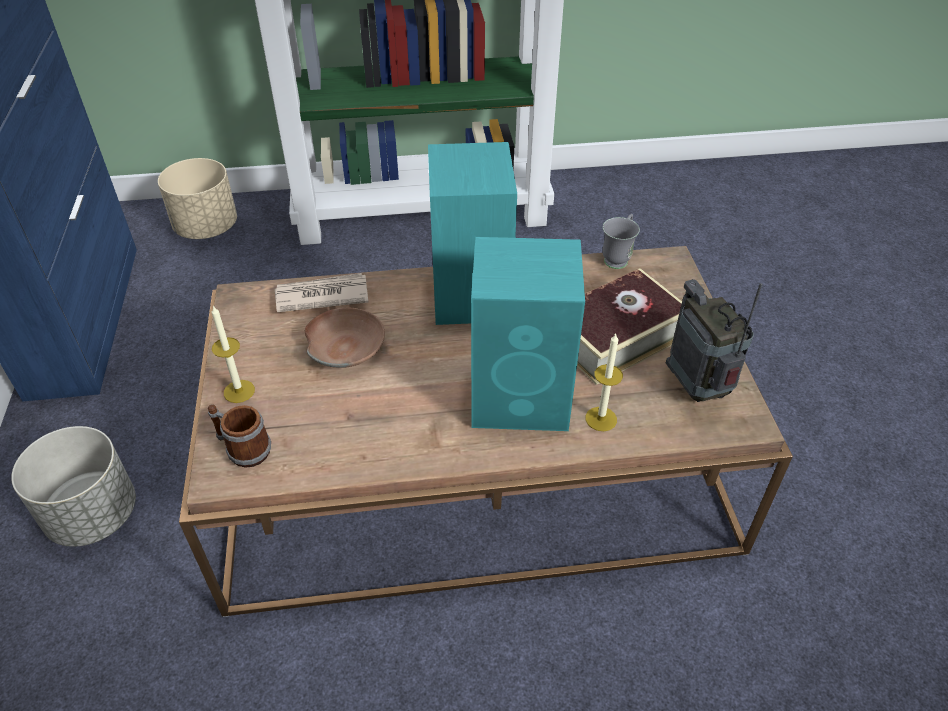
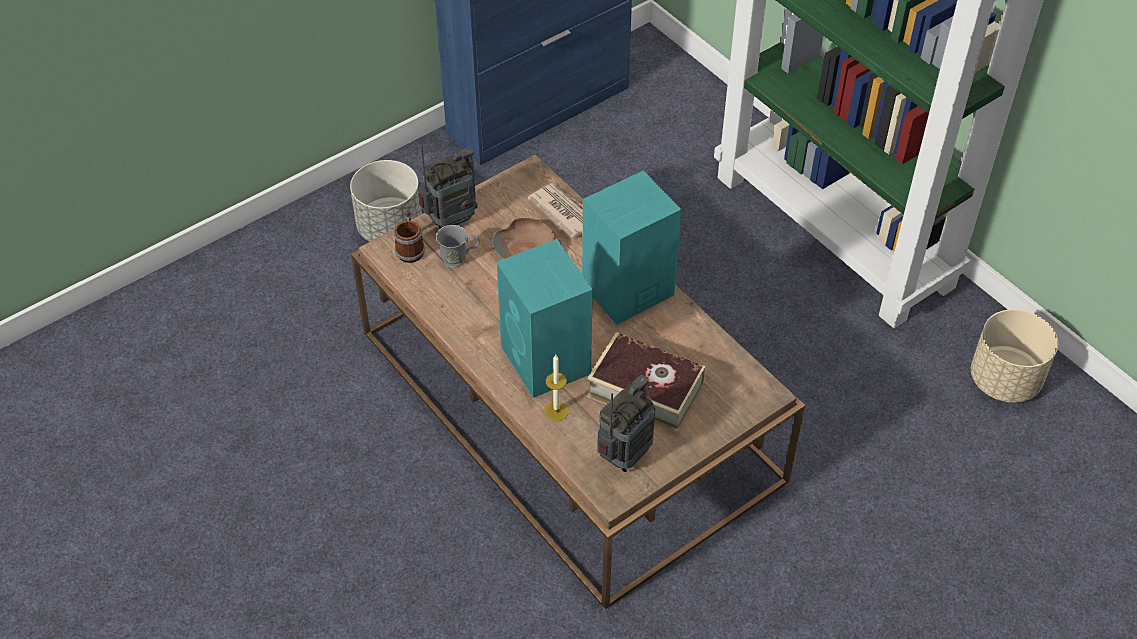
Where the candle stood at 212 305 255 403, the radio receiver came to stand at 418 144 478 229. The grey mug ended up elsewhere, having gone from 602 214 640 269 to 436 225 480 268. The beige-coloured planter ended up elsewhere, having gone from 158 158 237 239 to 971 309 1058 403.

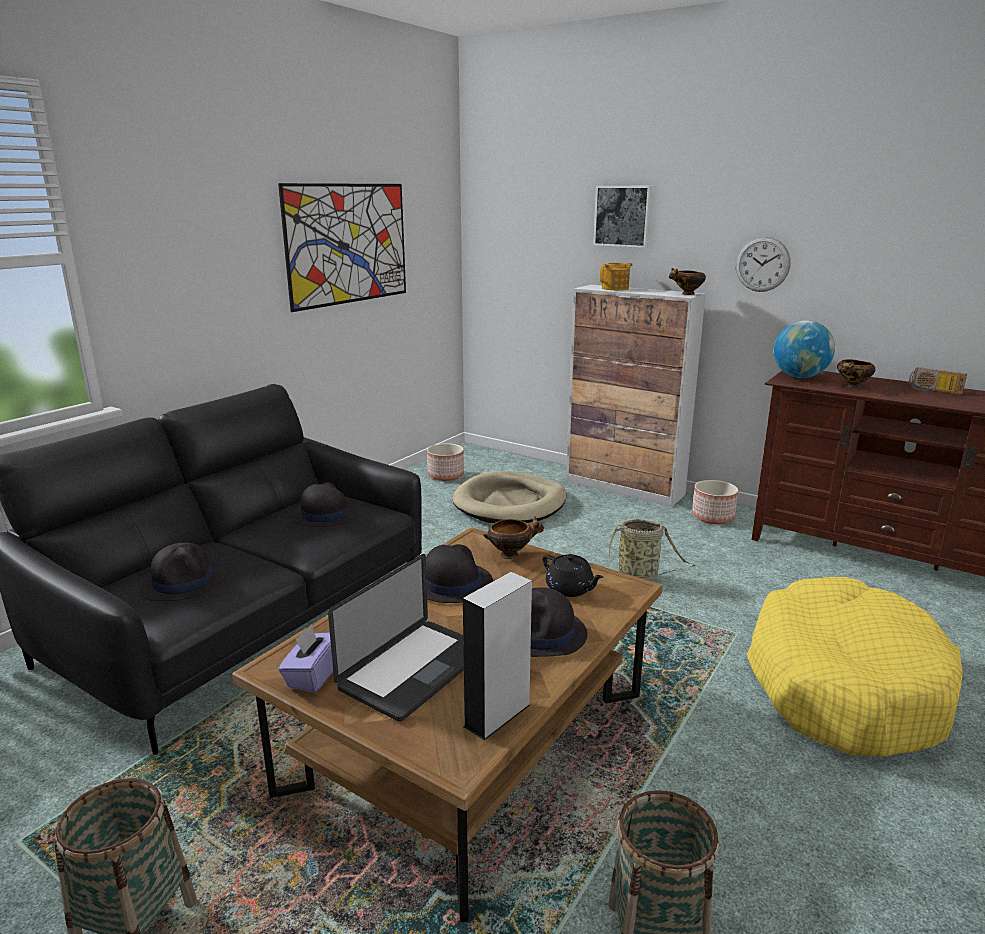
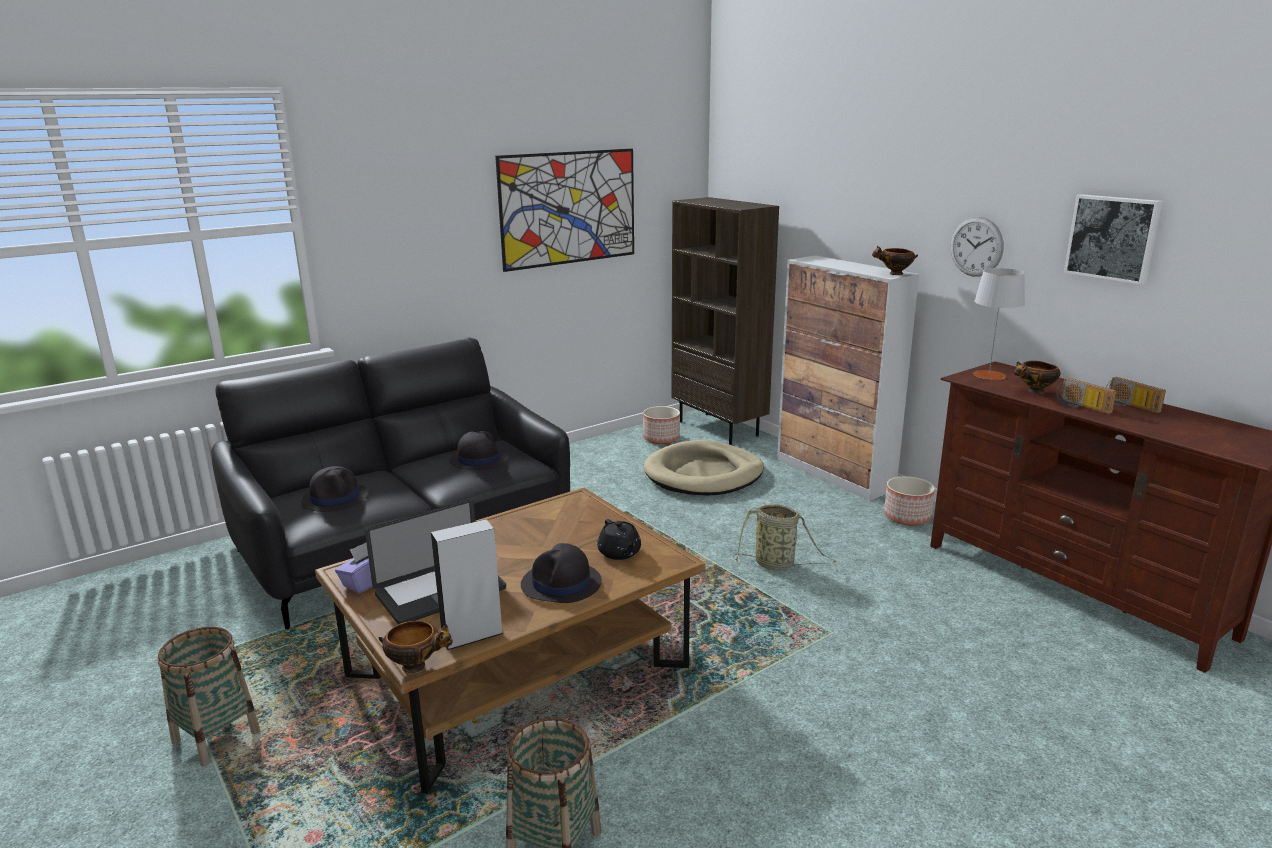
The deep dish ended up elsewhere, having gone from 484 516 544 559 to 378 621 453 673. The second view gained the brown shelving unit at 672 197 779 445. Where the desk globe stood at 774 320 835 378, the grey table lamp came to stand at 973 268 1025 380. The second view gained the radio receiver at 1056 378 1117 414. The wall picture ended up elsewhere, having gone from 593 186 652 248 to 1064 194 1163 285. The second view lost the black-coloured hat at 426 544 493 603. The second view lost the tea pot at 600 263 633 290. The second view lost the yellow-coloured dog bed at 747 577 963 758.

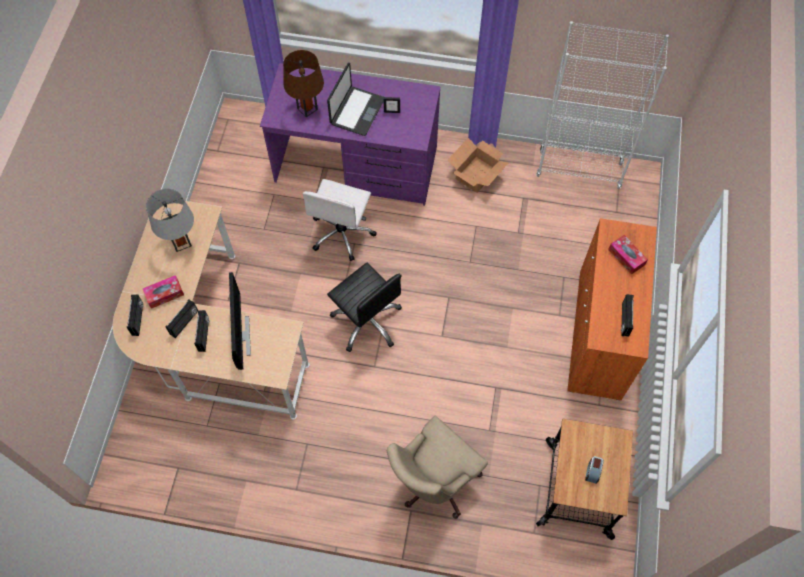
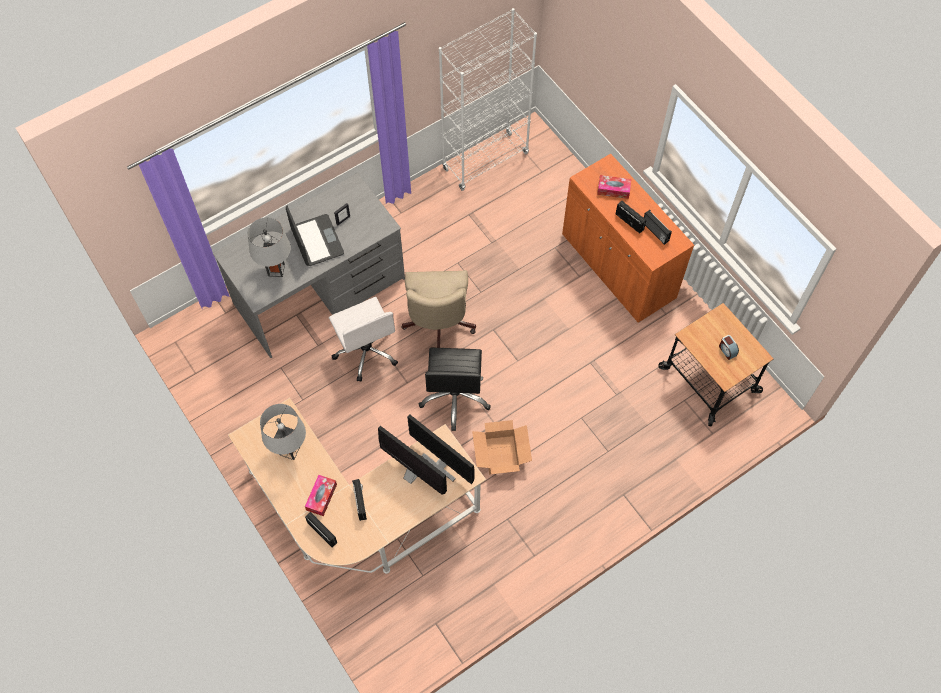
What was the purple desk at 260 63 441 206 turned into the grey desk at 213 173 405 358. What was the brown table lamp at 283 50 324 117 turned into the grey table lamp at 248 217 291 277. The beige-coloured computer chair ended up elsewhere, having gone from 386 416 488 519 to 401 270 476 348. The second view gained the computer screen at 407 414 475 484. The black-coloured computer chair at 327 263 402 352 ended up facing another way, 90 degrees clockwise from before. The carton ended up elsewhere, having gone from 448 138 508 193 to 472 420 532 474. The radio receiver ended up elsewhere, having gone from 194 310 209 352 to 616 201 646 234.

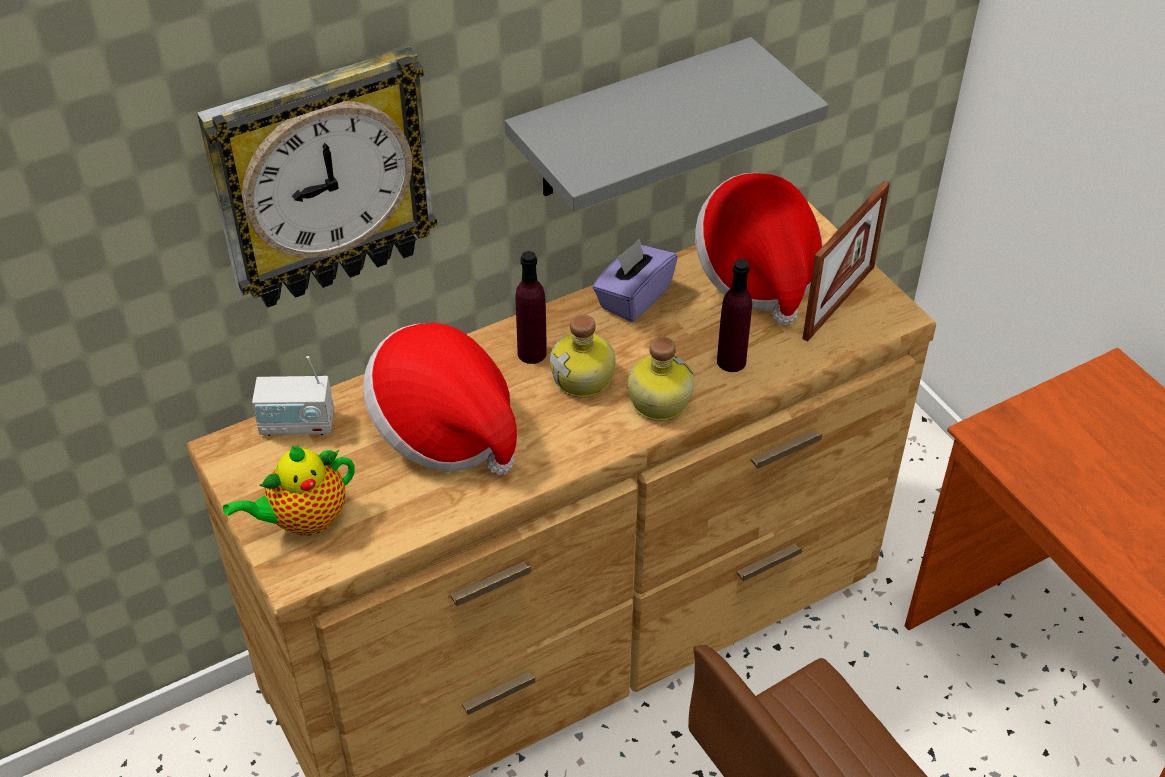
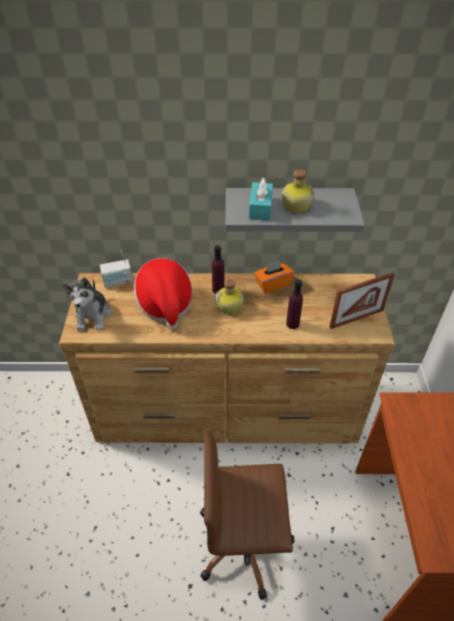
Where the tea pot stood at 223 446 355 536, the soft toy came to stand at 62 277 111 331. The radio receiver at 252 356 334 436 ended up facing another way, 45 degrees counterclockwise from before. The second view gained the blue-green tissue holder at 249 177 273 220. What was the purple tissue holder at 592 239 677 322 turned into the orange tissue holder at 254 260 295 293. The beverage bottle ended up elsewhere, having gone from 627 337 694 421 to 282 169 314 213. The second view lost the hanging clock at 197 46 437 307. The second view lost the hat at 695 173 823 325.

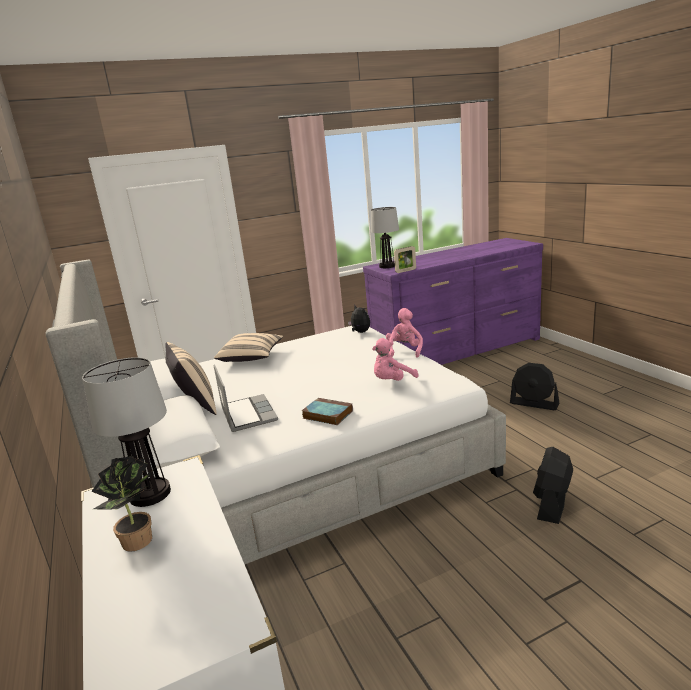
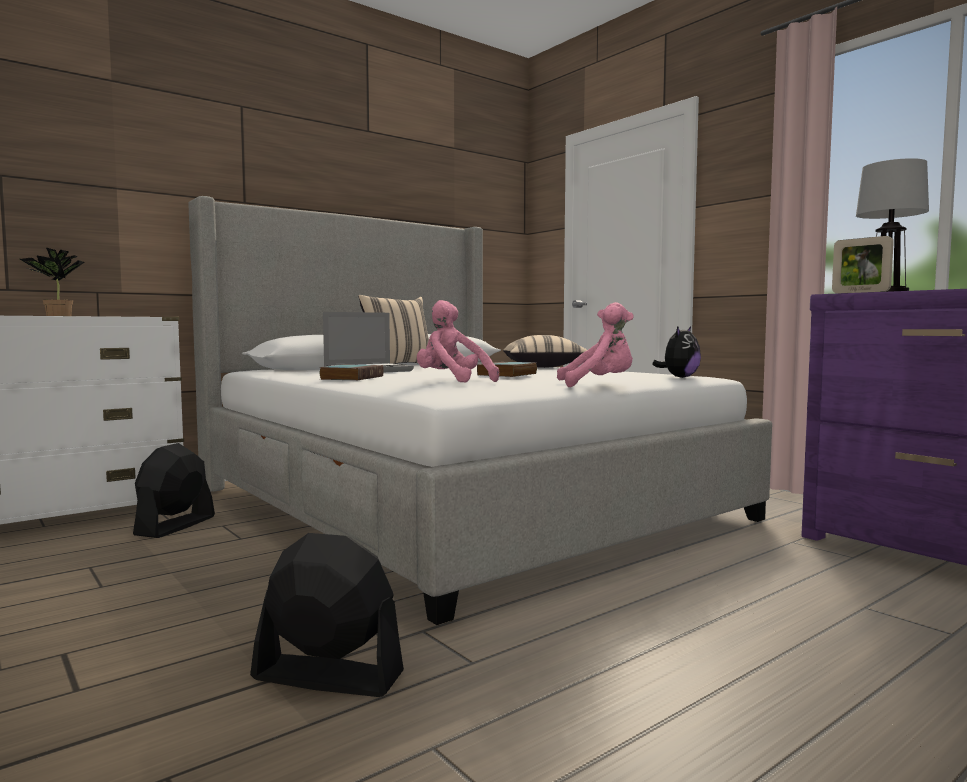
The black-coloured fan ended up elsewhere, having gone from 510 363 559 410 to 133 443 215 538. The second view gained the bound book at 477 362 537 377. The second view lost the table lamp at 82 357 171 507.

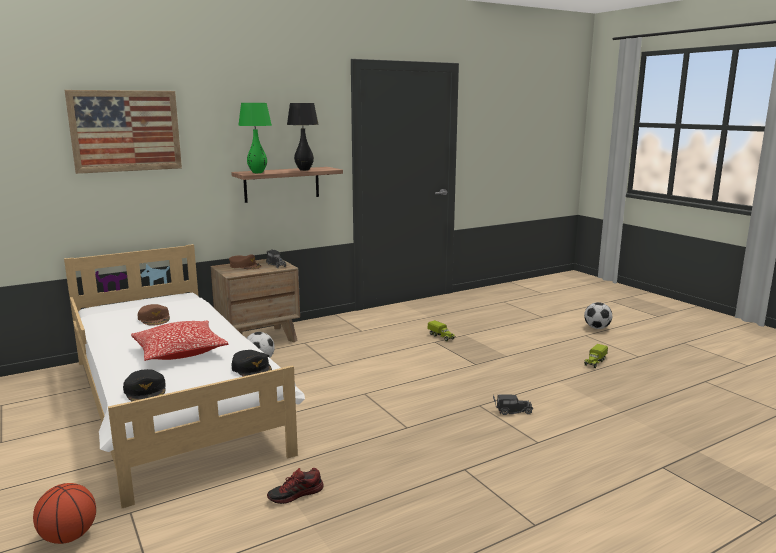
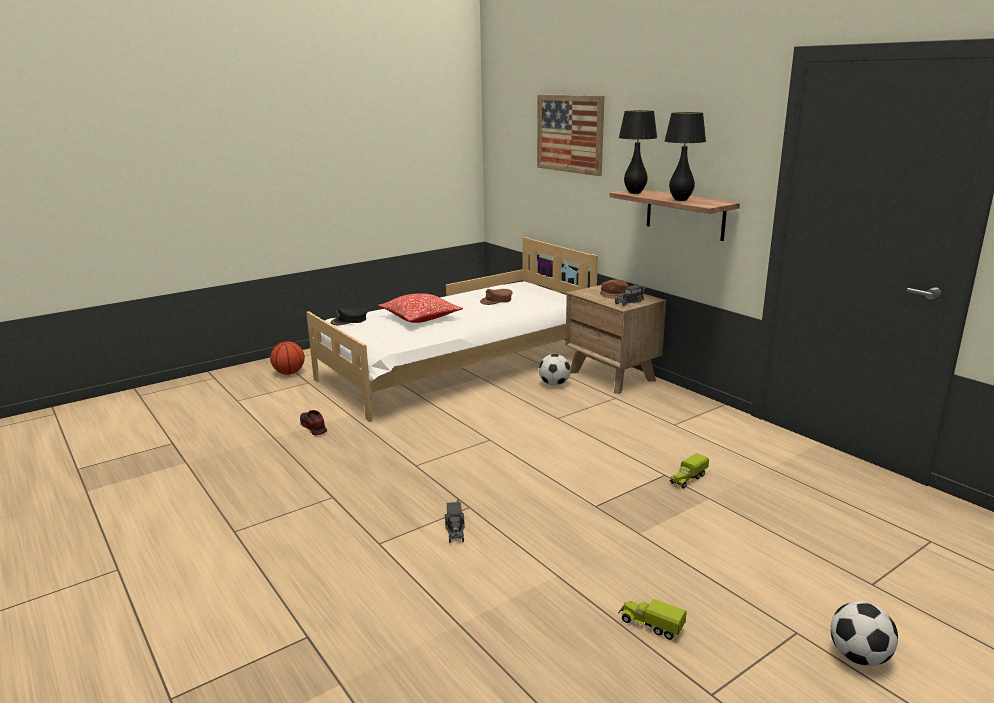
What was the greenish table lamp at 238 103 272 173 turned into the black-coloured table lamp at 619 111 657 194. The second view lost the black-coloured cap at 232 350 272 376.

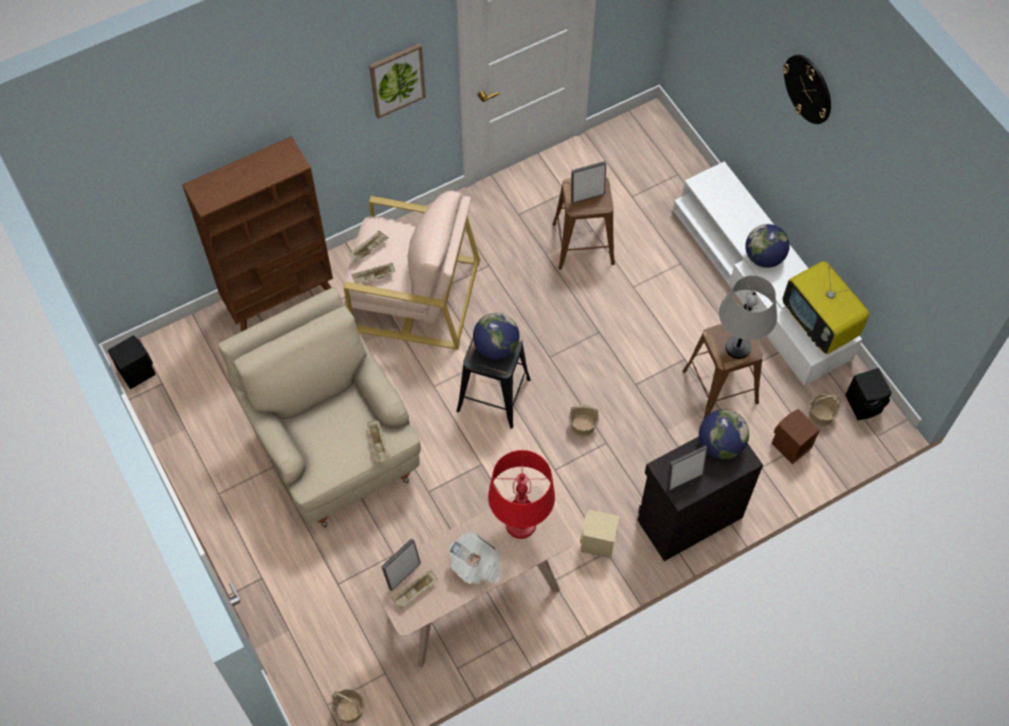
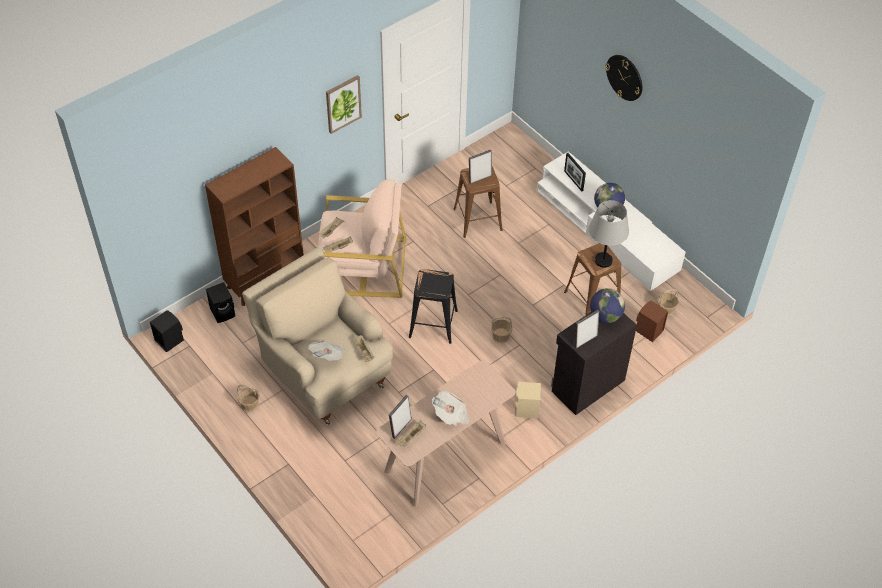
The black-coloured speaker ended up elsewhere, having gone from 845 368 892 420 to 206 282 235 323. The basket ended up elsewhere, having gone from 331 688 364 723 to 237 385 260 412. The second view gained the daily paper at 308 340 345 361. The second view gained the photo frame at 564 153 586 192. The second view lost the desk globe at 473 313 520 359. The second view lost the reddish table lamp at 488 450 555 539. The second view lost the TV at 782 261 869 354.

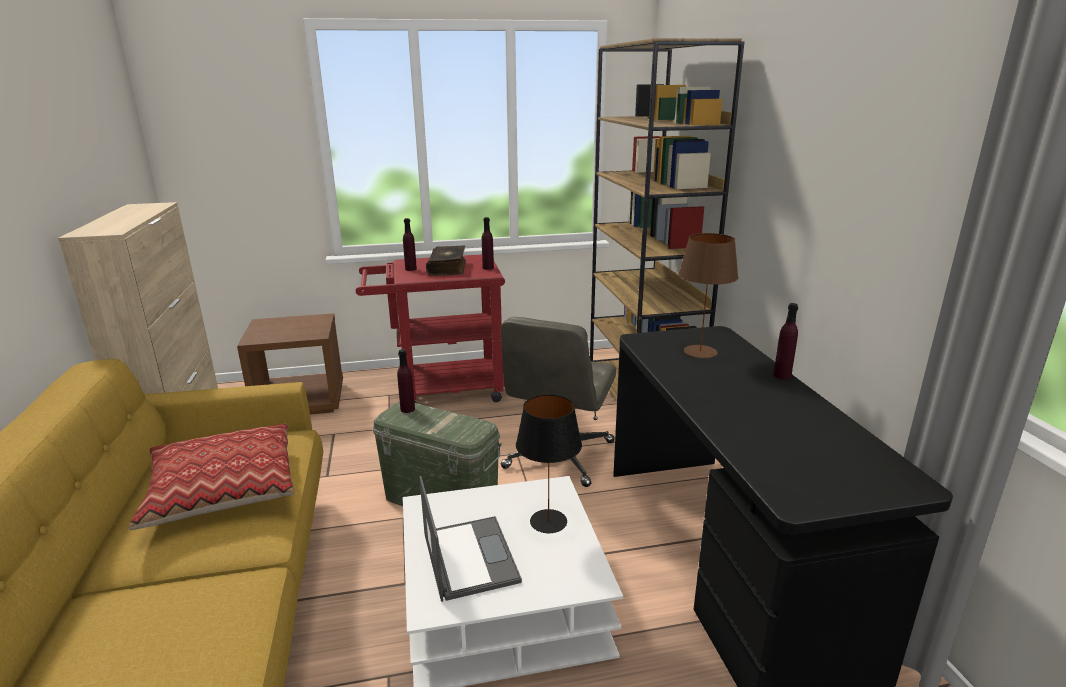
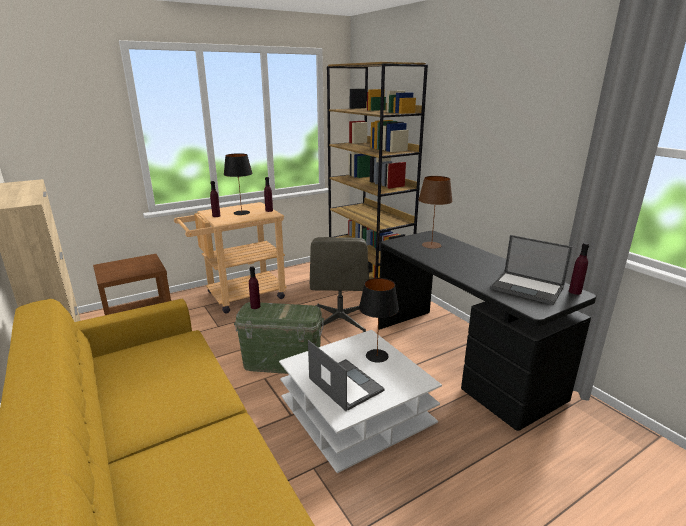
What was the reddish cart at 356 255 505 403 turned into the beige-coloured cart at 174 202 287 314. Where the bound book stood at 426 245 466 276, the black-coloured table lamp came to stand at 224 153 253 215. The second view gained the portable computer at 490 235 573 305. The purple beverage bottle ended up elsewhere, having gone from 773 303 798 379 to 569 243 589 295. The second view lost the pillow at 128 424 295 530.

